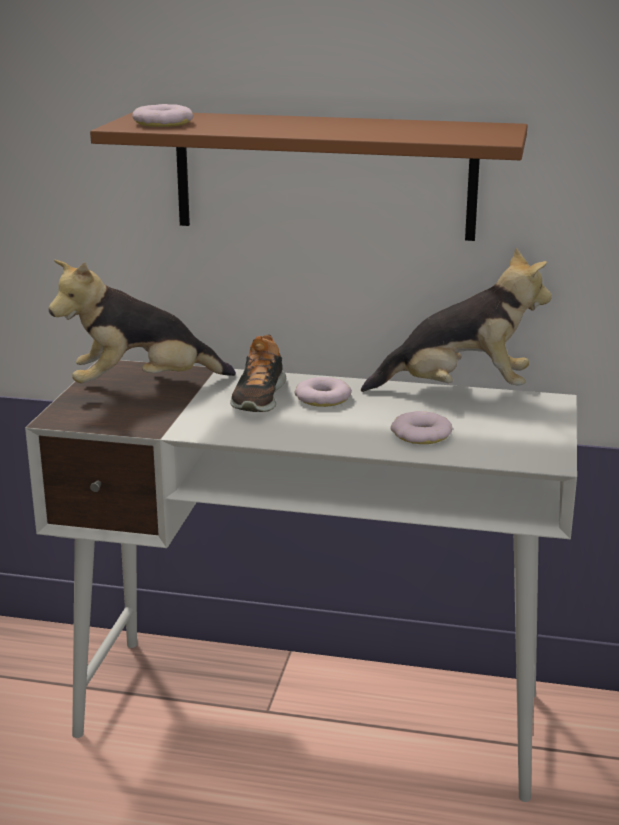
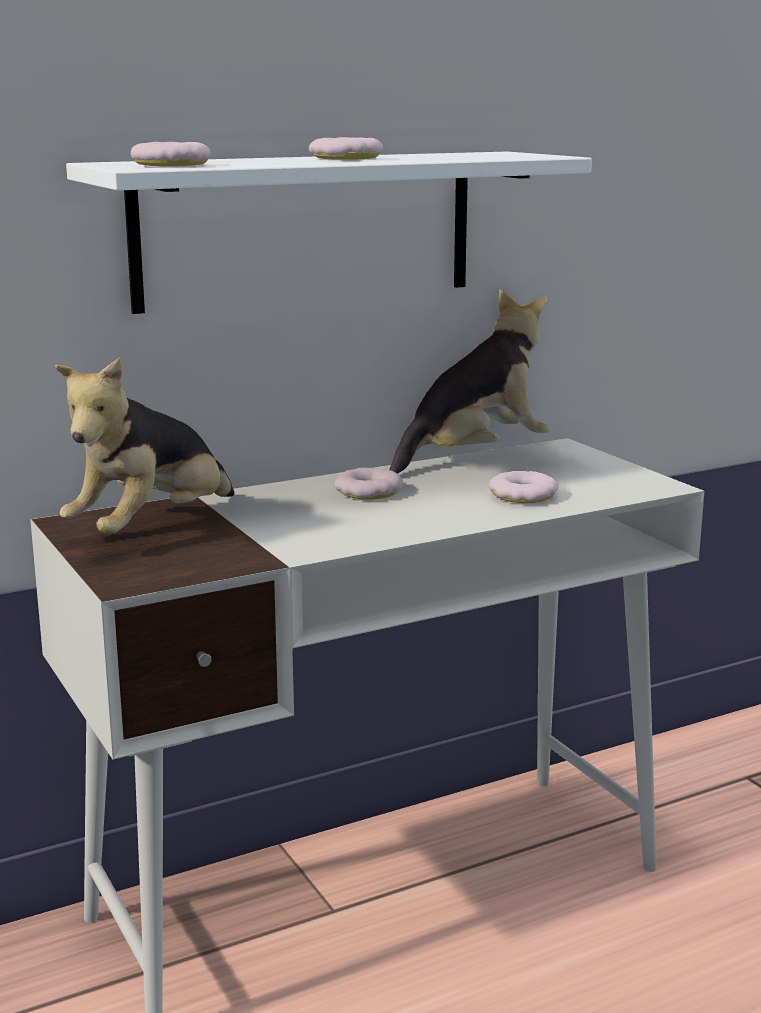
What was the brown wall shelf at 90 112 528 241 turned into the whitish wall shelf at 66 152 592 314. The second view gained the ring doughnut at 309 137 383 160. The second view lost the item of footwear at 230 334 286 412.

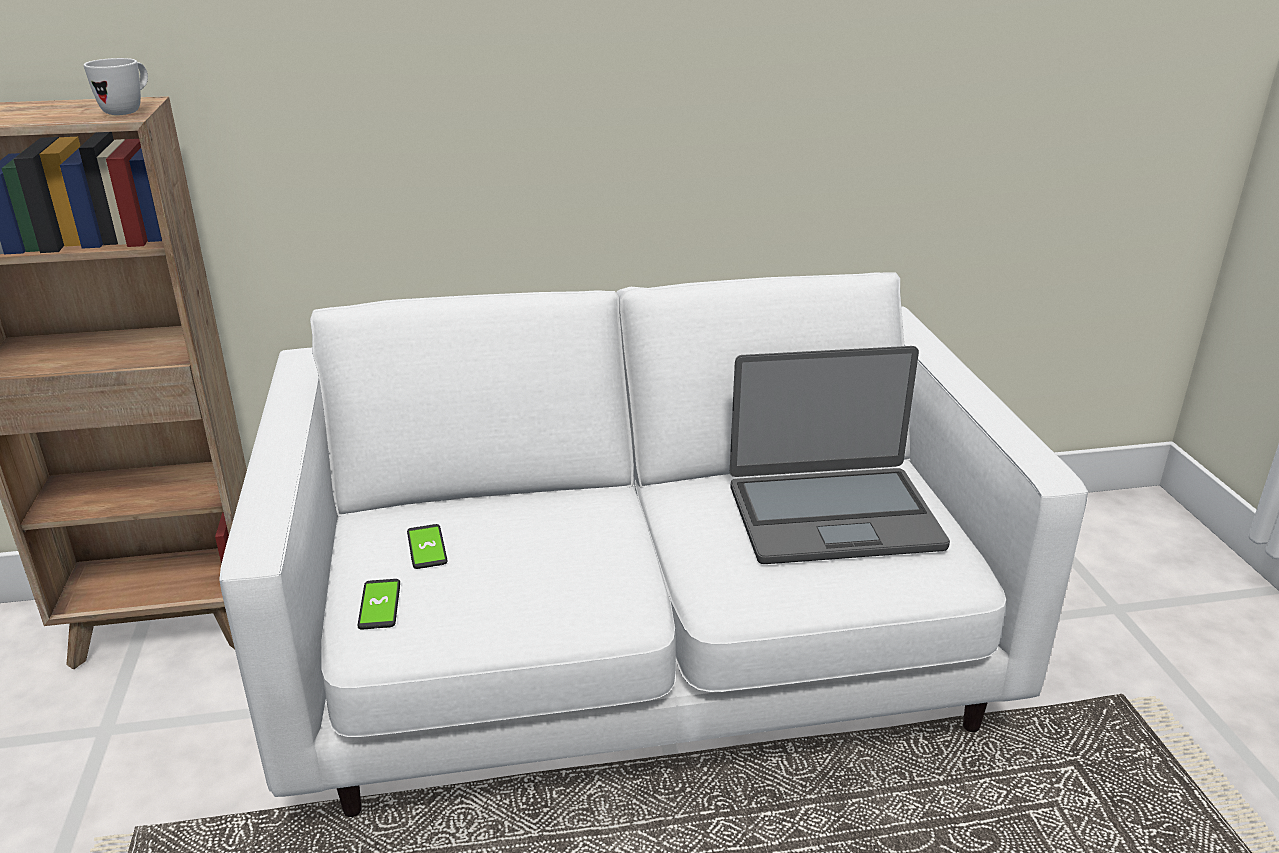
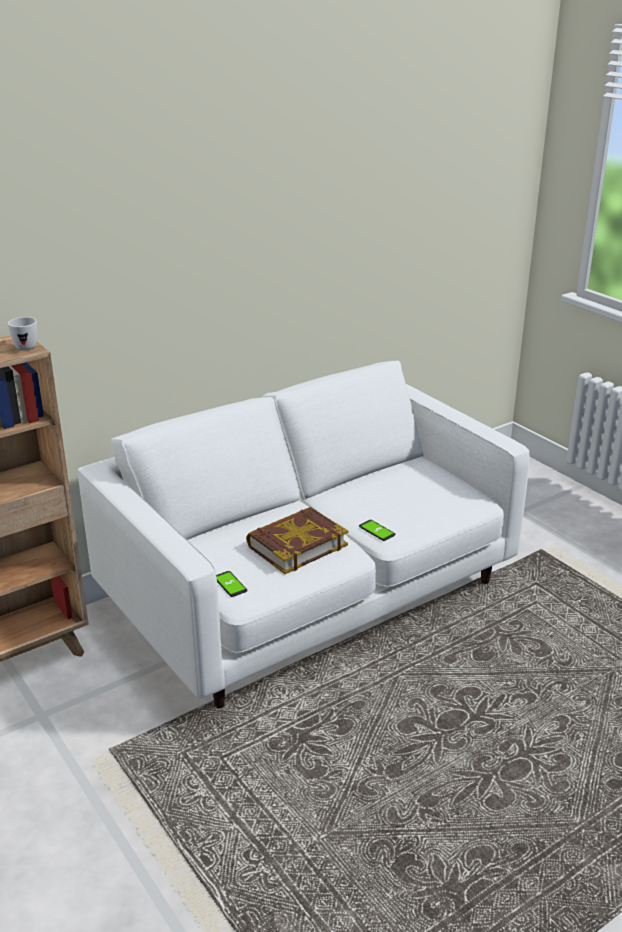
The second view gained the bound book at 246 507 348 574. The phone ended up elsewhere, having gone from 407 524 448 569 to 359 520 395 541. The second view lost the portable computer at 730 346 950 564.

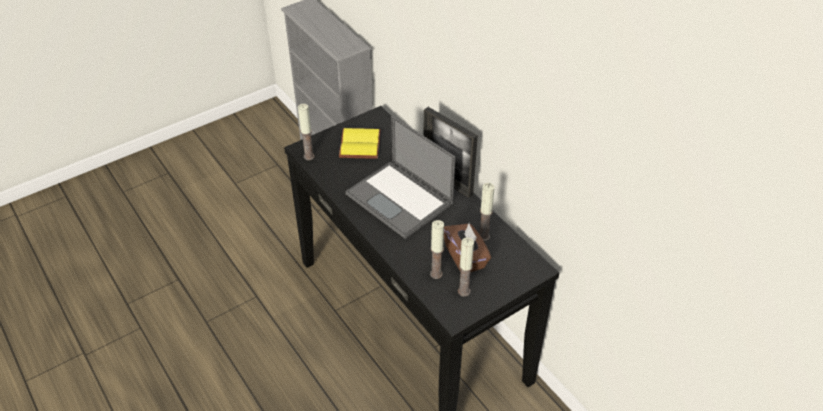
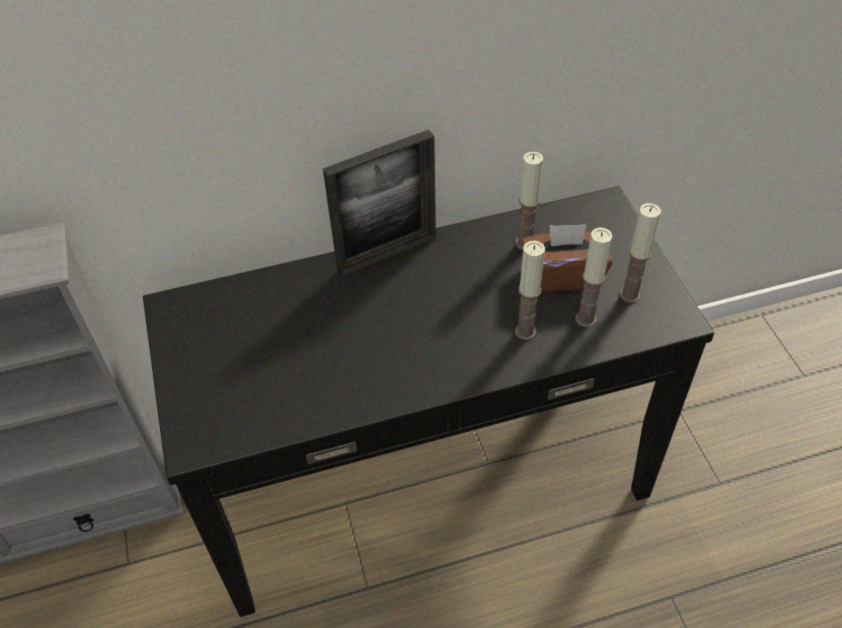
The candle ended up elsewhere, having gone from 298 104 315 160 to 515 240 545 340. The second view lost the yellow-coloured bound book at 339 128 381 159. The second view lost the portable computer at 345 116 456 239.

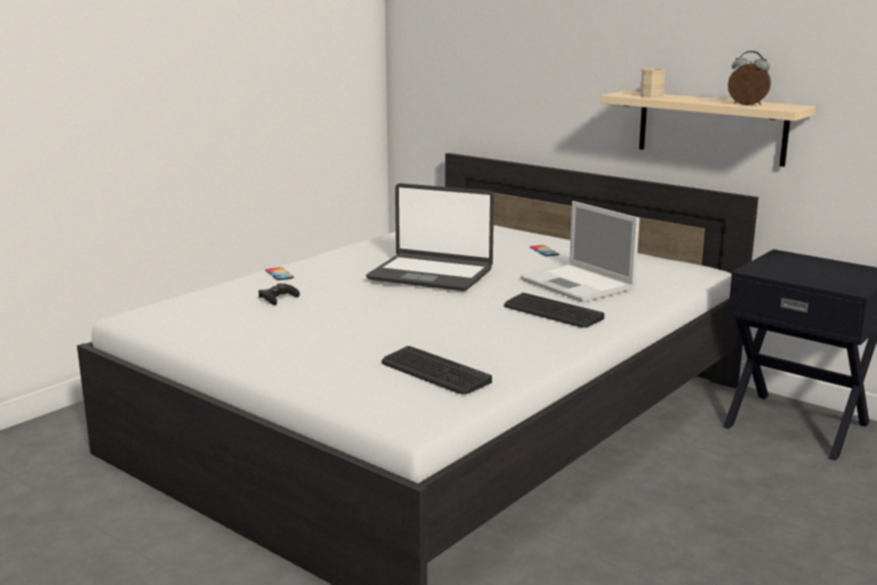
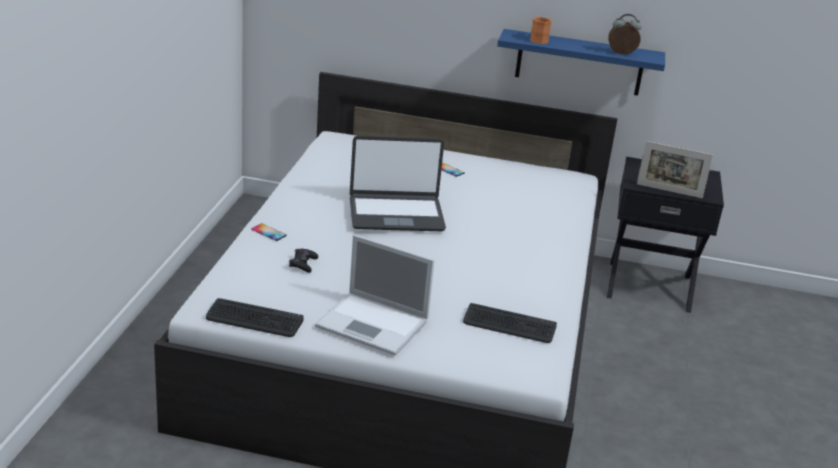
The PC keyboard ended up elsewhere, having gone from 504 293 604 328 to 206 298 304 337. The portable computer ended up elsewhere, having gone from 520 201 640 302 to 315 235 435 356. What was the beige-coloured wall shelf at 600 91 815 167 turned into the bluish wall shelf at 497 29 665 96. What was the beige-coloured mug at 640 68 666 98 turned into the orange mug at 530 17 552 44. The second view gained the photo frame at 637 141 713 198.

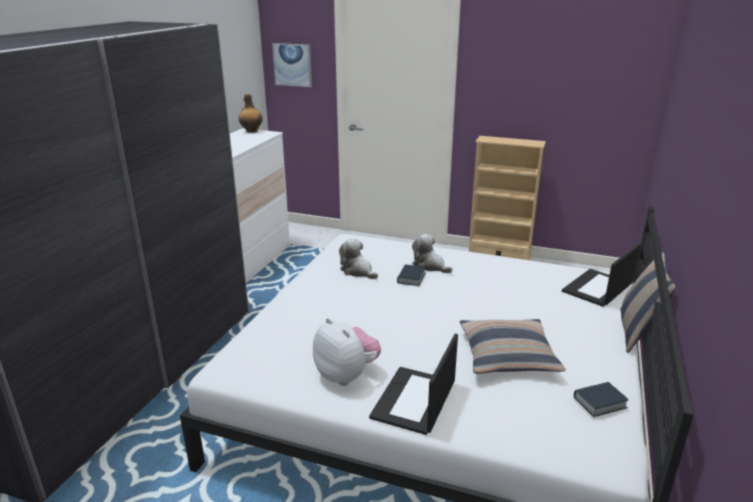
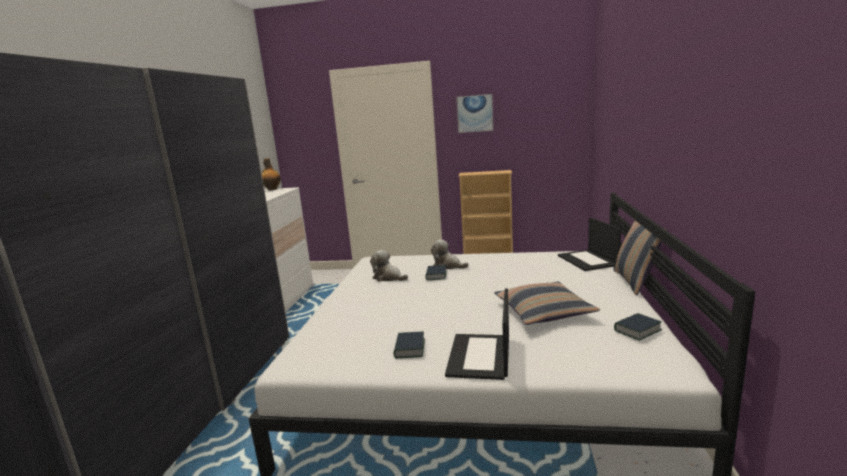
Where the soft toy stood at 313 318 381 386, the bound book came to stand at 394 332 425 359. The wall picture ended up elsewhere, having gone from 272 43 312 87 to 456 94 494 133. The portable computer at 562 244 641 307 ended up facing another way, 45 degrees counterclockwise from before.

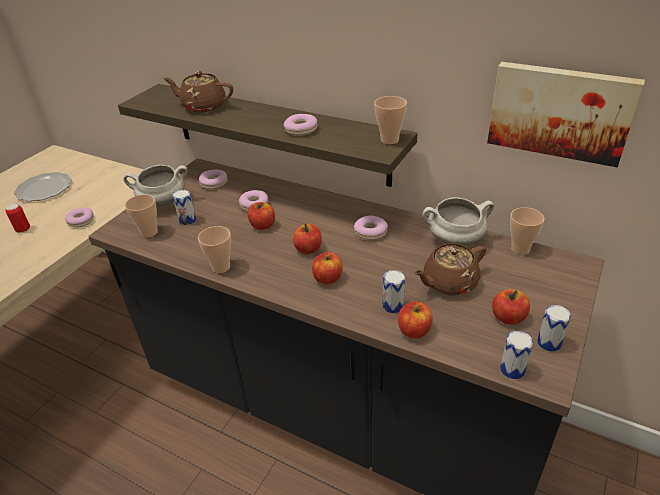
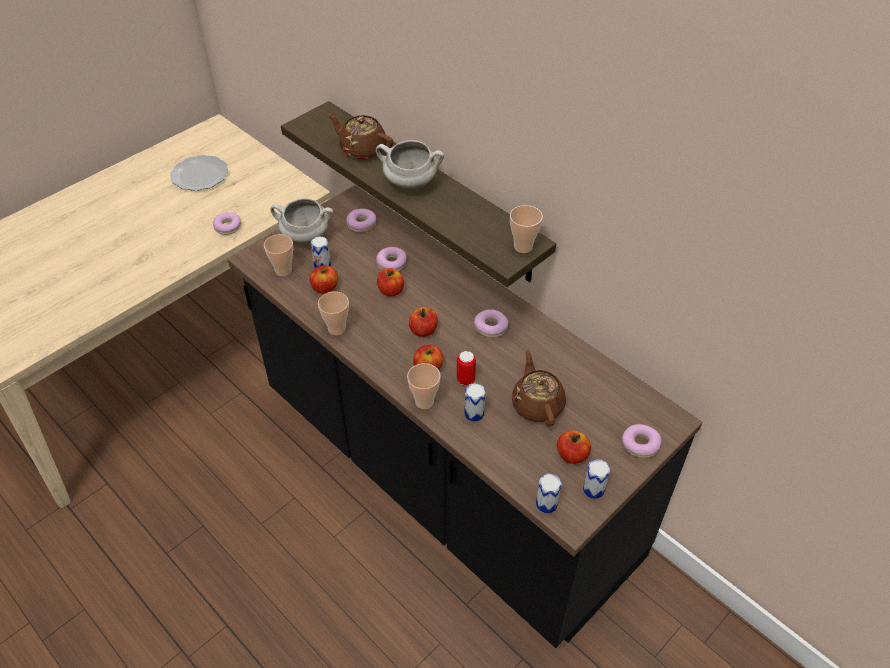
The apple fruit ended up elsewhere, having gone from 398 302 433 339 to 310 265 338 294. The whitish stockpot ended up elsewhere, having gone from 423 197 494 246 to 376 140 444 189. The cup ended up elsewhere, having gone from 510 207 545 255 to 407 363 441 409. The metal can ended up elsewhere, having gone from 6 204 30 233 to 457 351 476 385. The brown tea pot at 414 244 486 295 ended up facing another way, 90 degrees clockwise from before. The ring doughnut ended up elsewhere, having gone from 283 114 318 136 to 622 424 661 458. The second view lost the wall picture at 487 62 645 167.

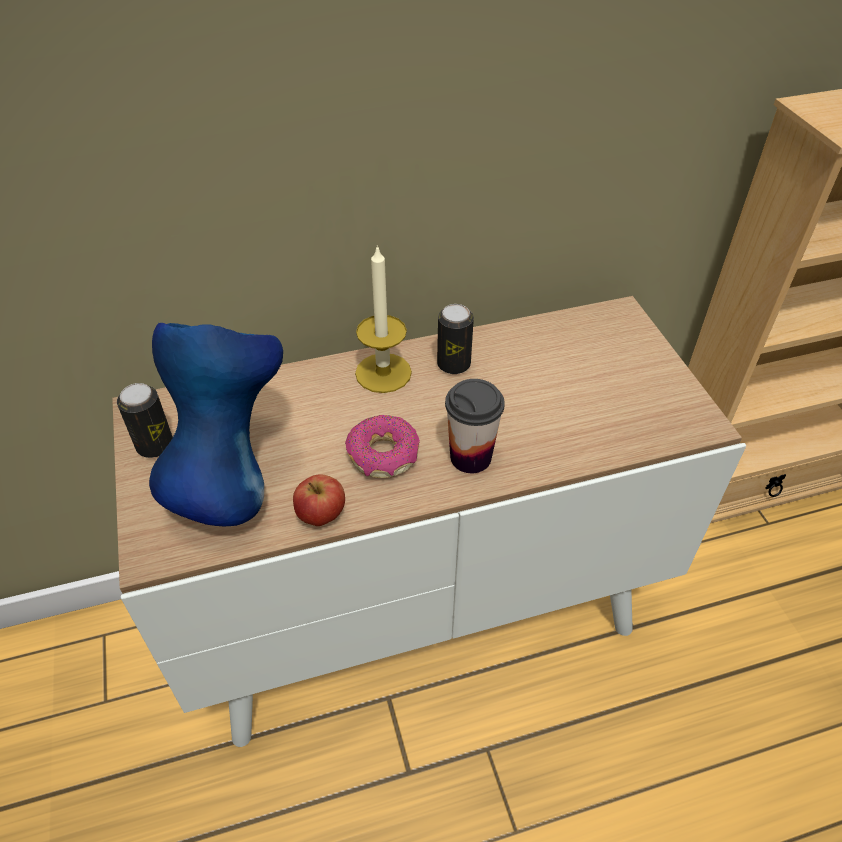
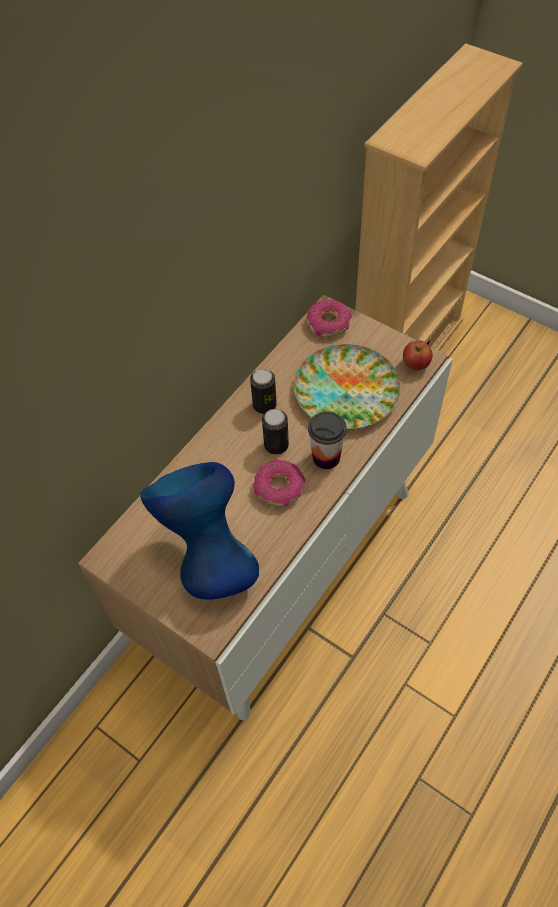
The metal can ended up elsewhere, having gone from 117 383 173 458 to 262 409 289 455. The second view gained the plate at 294 344 401 429. The second view gained the ring doughnut at 306 299 352 337. The apple fruit ended up elsewhere, having gone from 293 474 345 526 to 403 340 433 370. The second view lost the candle at 355 245 412 393.

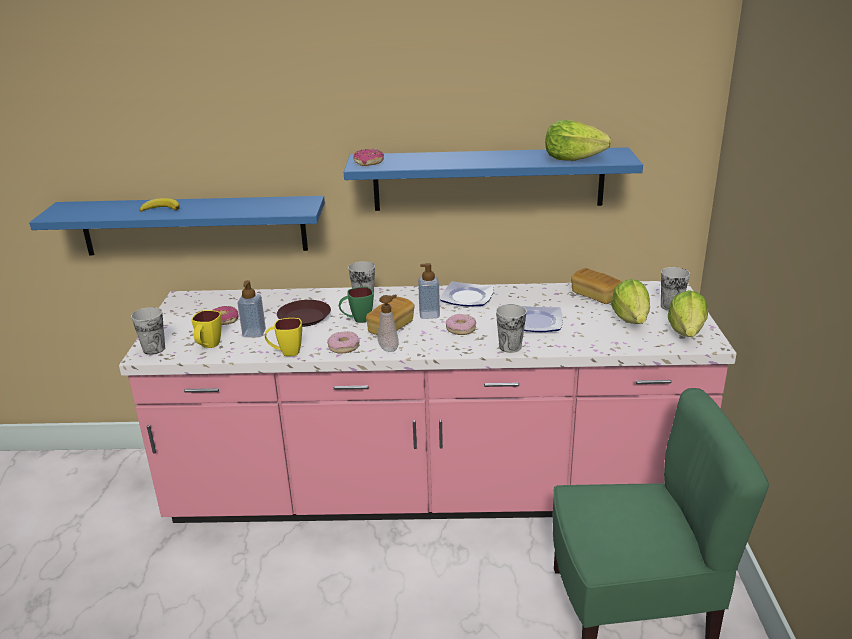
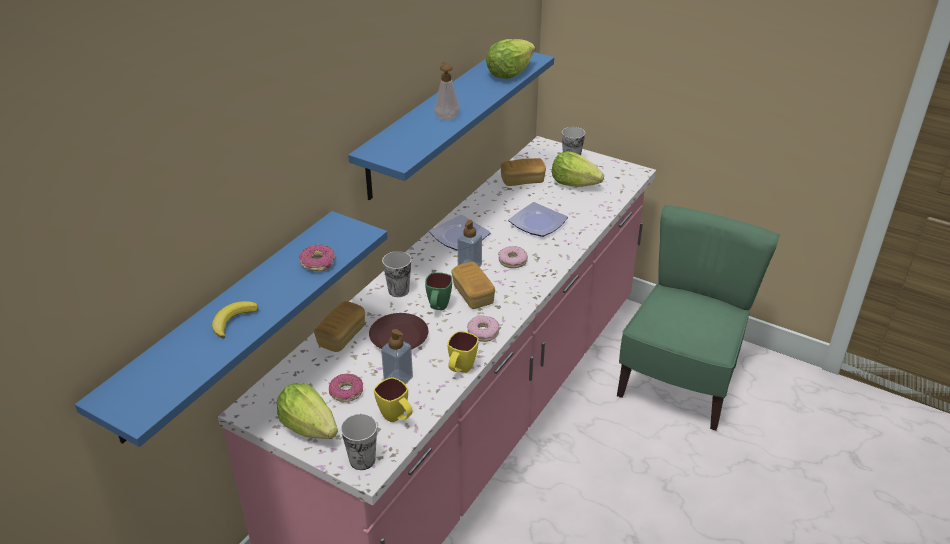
The lettuce head ended up elsewhere, having gone from 668 290 708 337 to 277 383 338 439. The ring doughnut ended up elsewhere, having gone from 353 149 384 166 to 299 245 335 271. The second view gained the bakery bread at 314 301 365 352. The liquid soap bottle ended up elsewhere, having gone from 378 294 399 352 to 434 62 460 120. The second view lost the cup at 496 304 527 353.

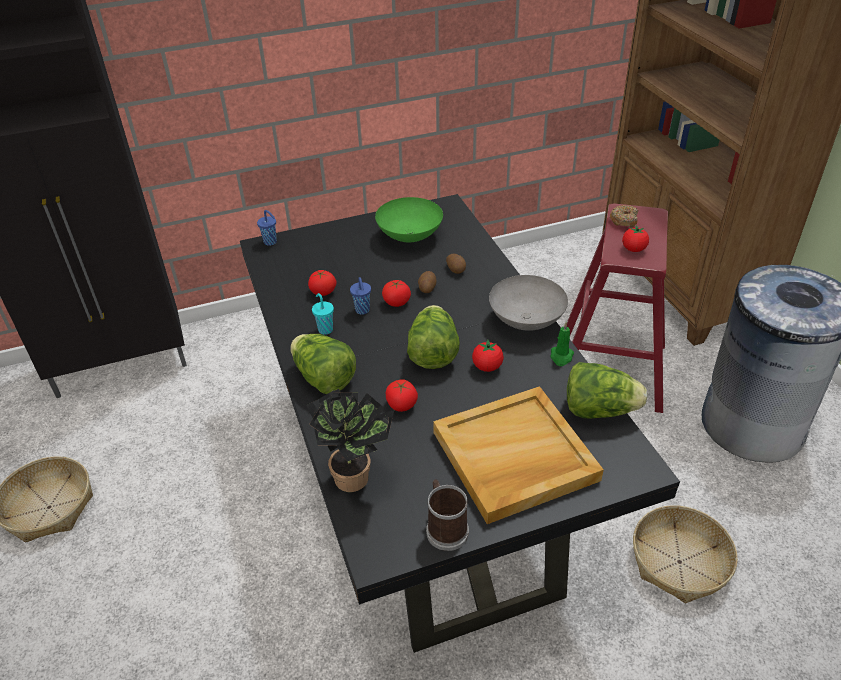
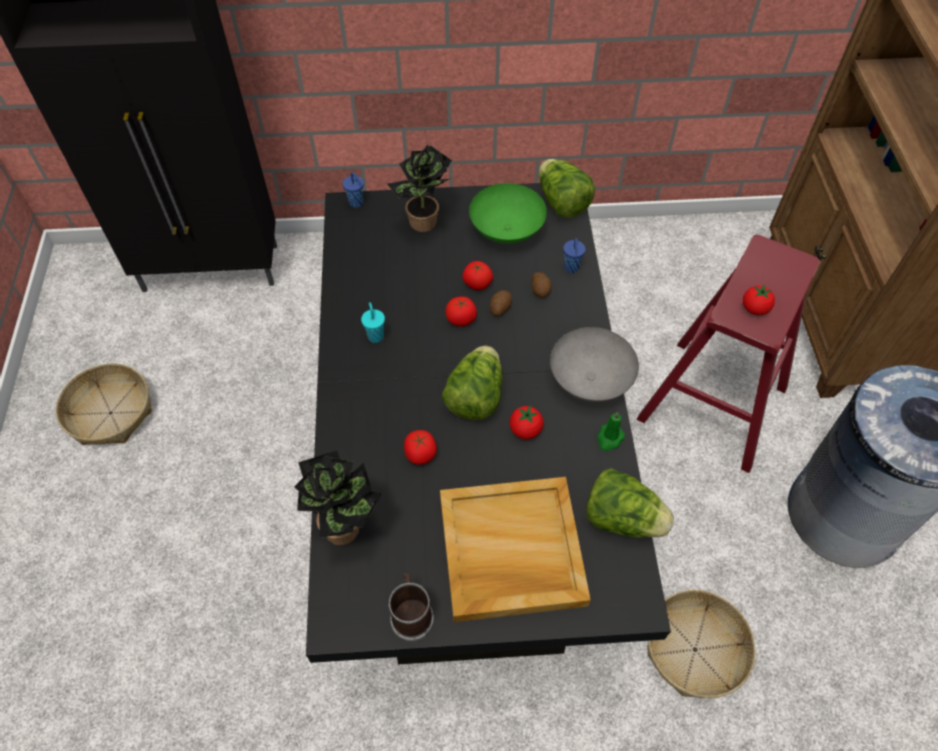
The second view gained the houseplant at 387 145 452 232. The whole tomato ended up elsewhere, having gone from 308 270 337 296 to 462 261 493 290. The lettuce head ended up elsewhere, having gone from 290 334 356 394 to 539 159 595 218. The bluish cup ended up elsewhere, having gone from 350 277 371 315 to 563 238 586 273. The second view lost the ring doughnut at 610 205 638 227.

